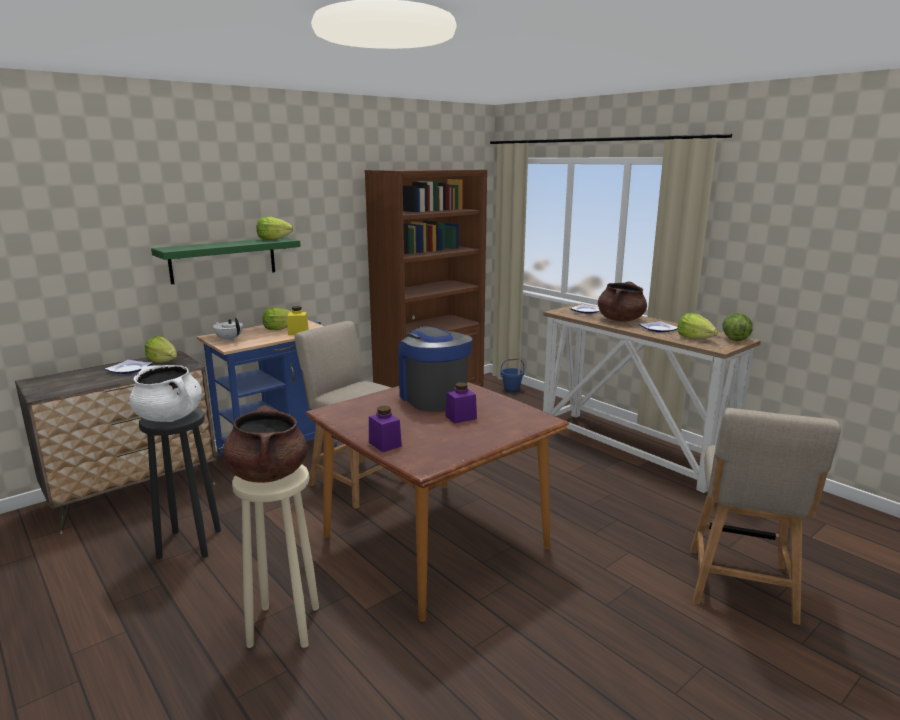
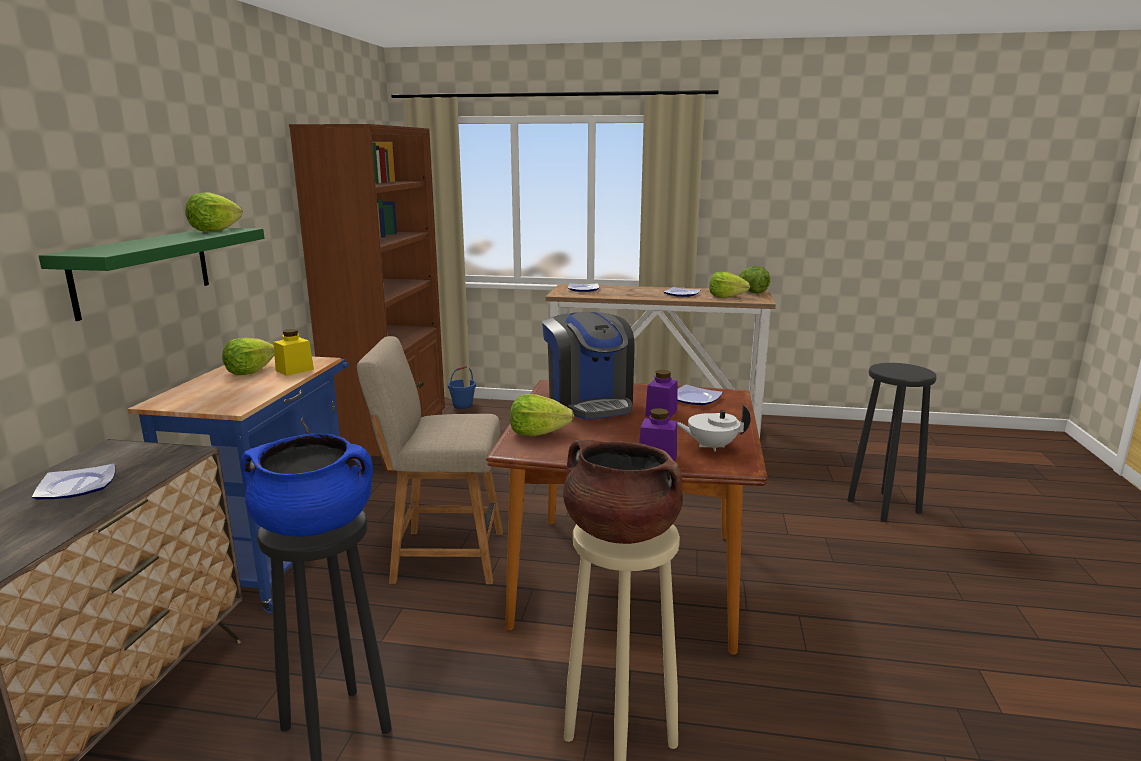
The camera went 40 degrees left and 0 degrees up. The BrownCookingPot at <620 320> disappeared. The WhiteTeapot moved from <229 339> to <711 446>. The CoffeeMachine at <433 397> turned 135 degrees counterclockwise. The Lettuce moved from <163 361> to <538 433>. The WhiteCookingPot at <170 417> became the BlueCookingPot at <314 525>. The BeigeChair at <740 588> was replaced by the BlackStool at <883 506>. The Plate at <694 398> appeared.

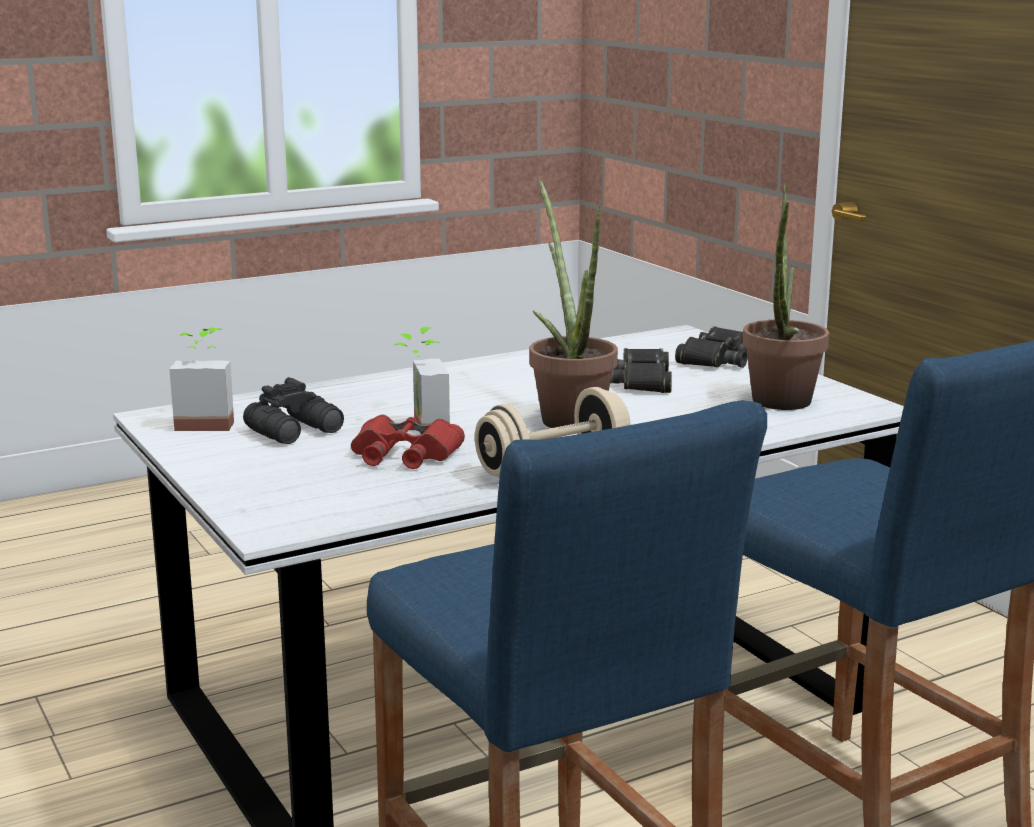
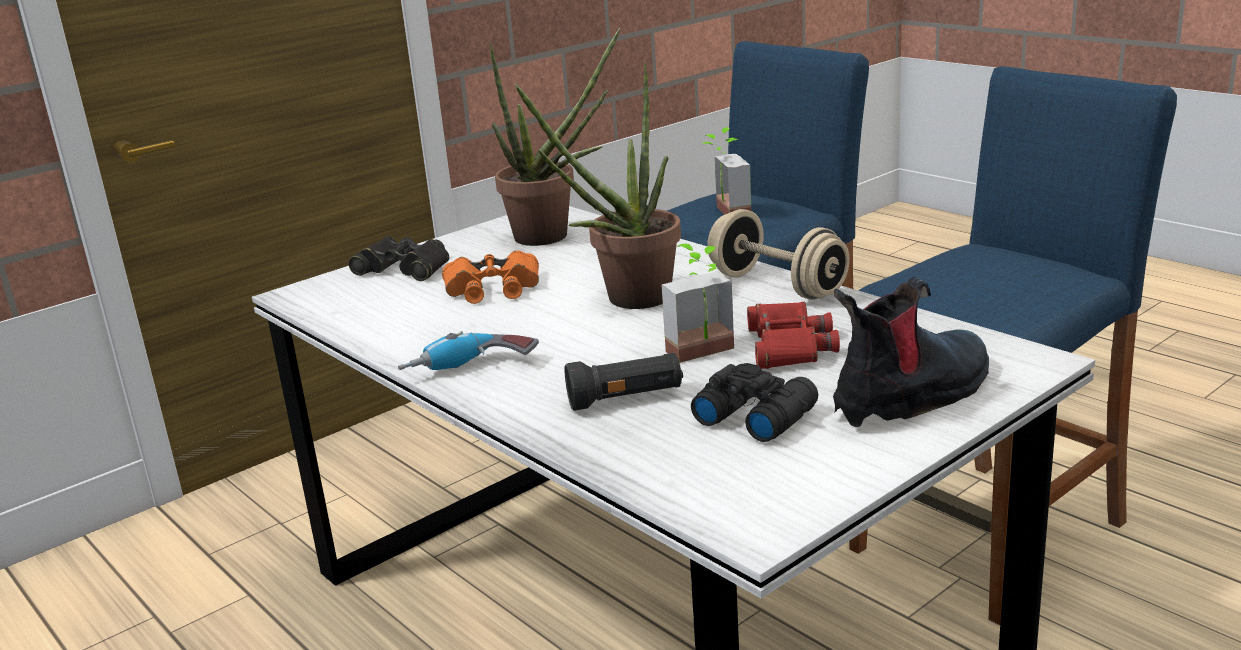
The camera went 100 degrees left and 5 degrees up. The PottedPlant moved from <206 422> to <724 213>. The BlackBinoculars at <640 381> became the OrangeBinoculars at <493 288>. The Boot at <914 395> appeared. The PowerDrill at <471 369> appeared. The BlackFlashlight at <626 399> appeared.

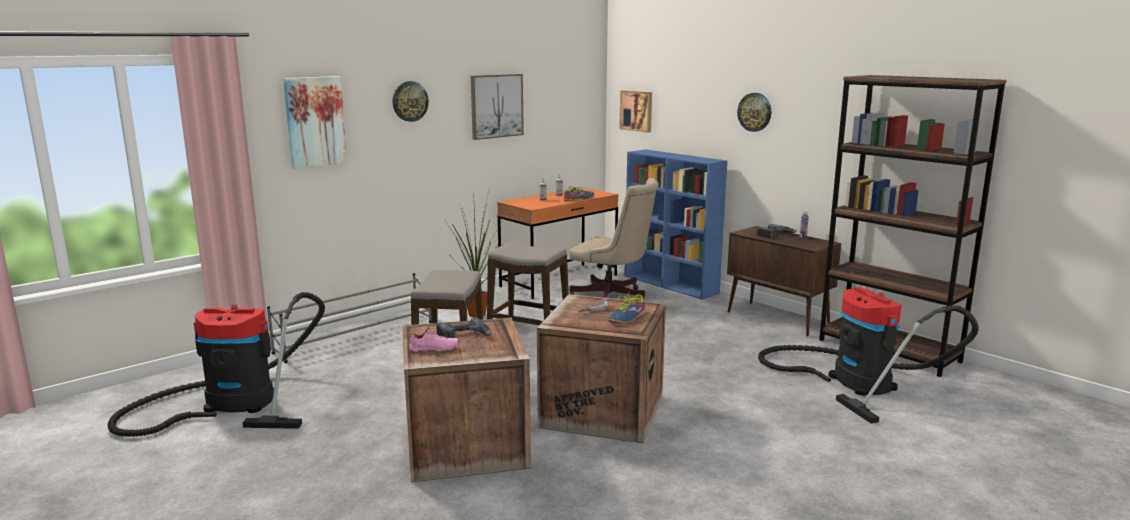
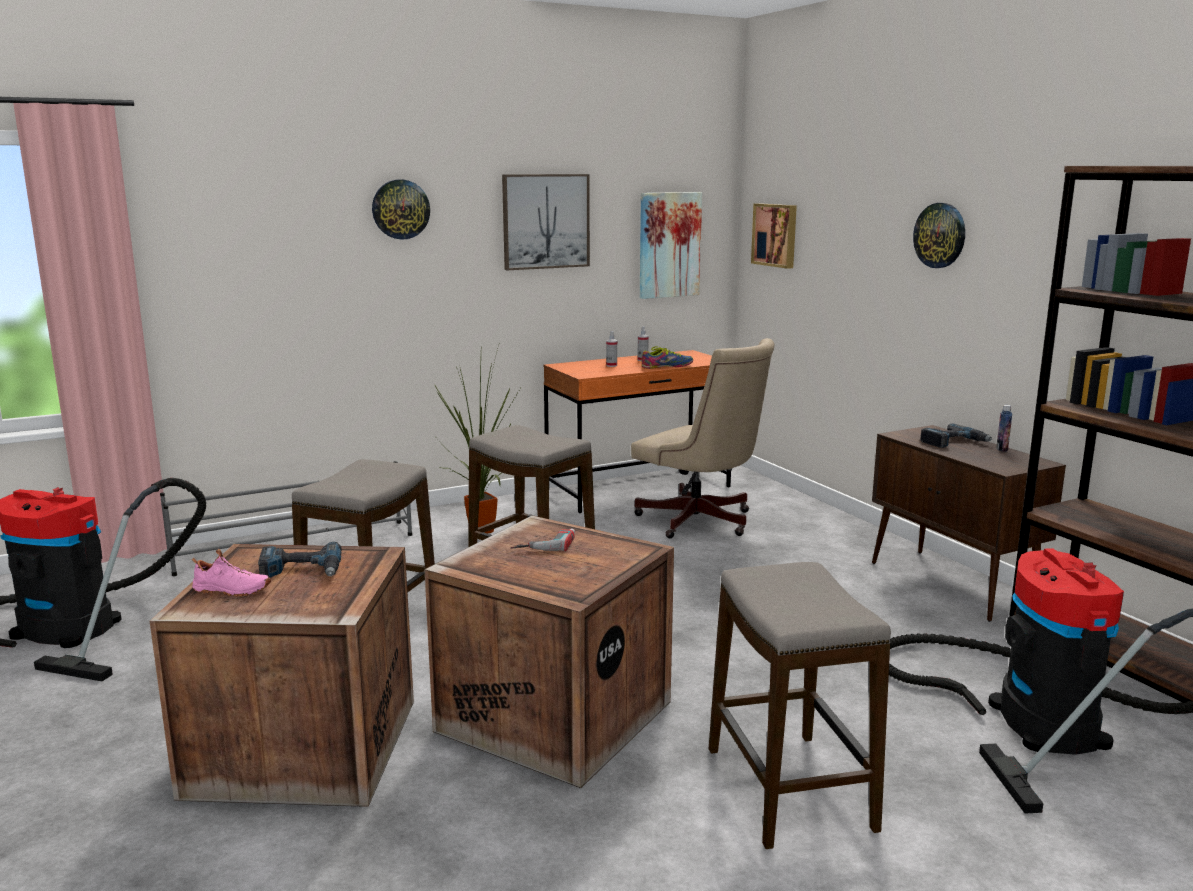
The camera went 15 degrees right and 0 degrees up. The Picture moved from <315 121> to <669 245>. The BlueBookcase at <671 284> disappeared. The Shoe at <627 318> disappeared. The Stool at <789 789> appeared.

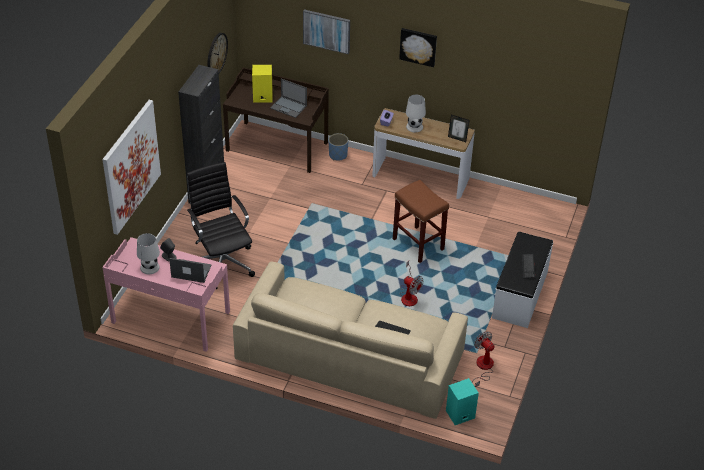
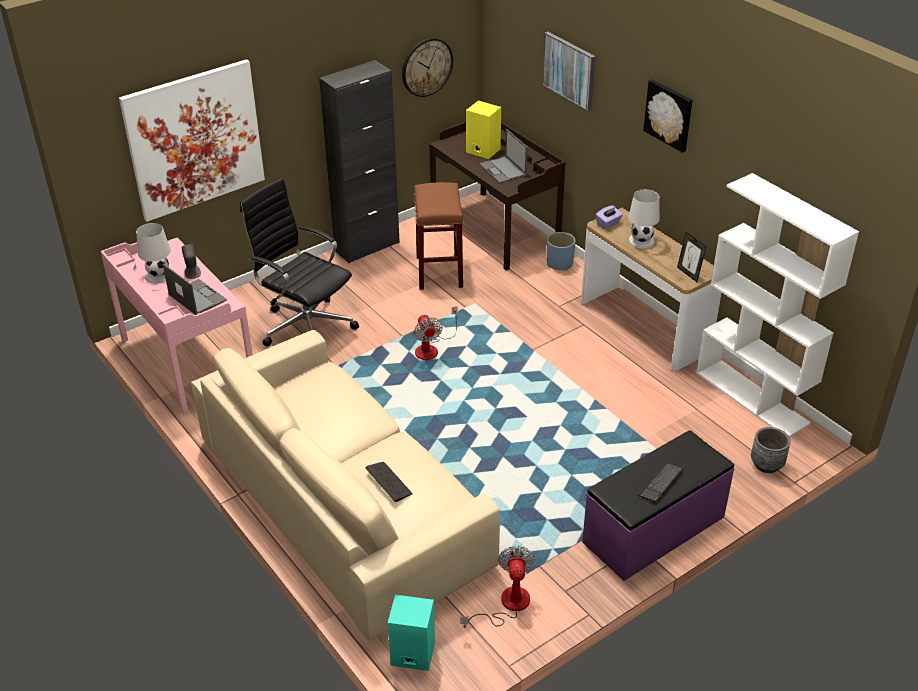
The camera went 35 degrees right and 5 degrees down. The BlackOfficeChair at <222 262> turned 60 degrees counterclockwise. The BrownStool moved from <417 244> to <439 271>. The WhiteBench at <520 294> became the PurpleBench at <654 530>. The Fan moved from <409 295> to <431 348>. The WhiteBookcase at <752 398> appeared. The GreyPlanter at <766 465> appeared.

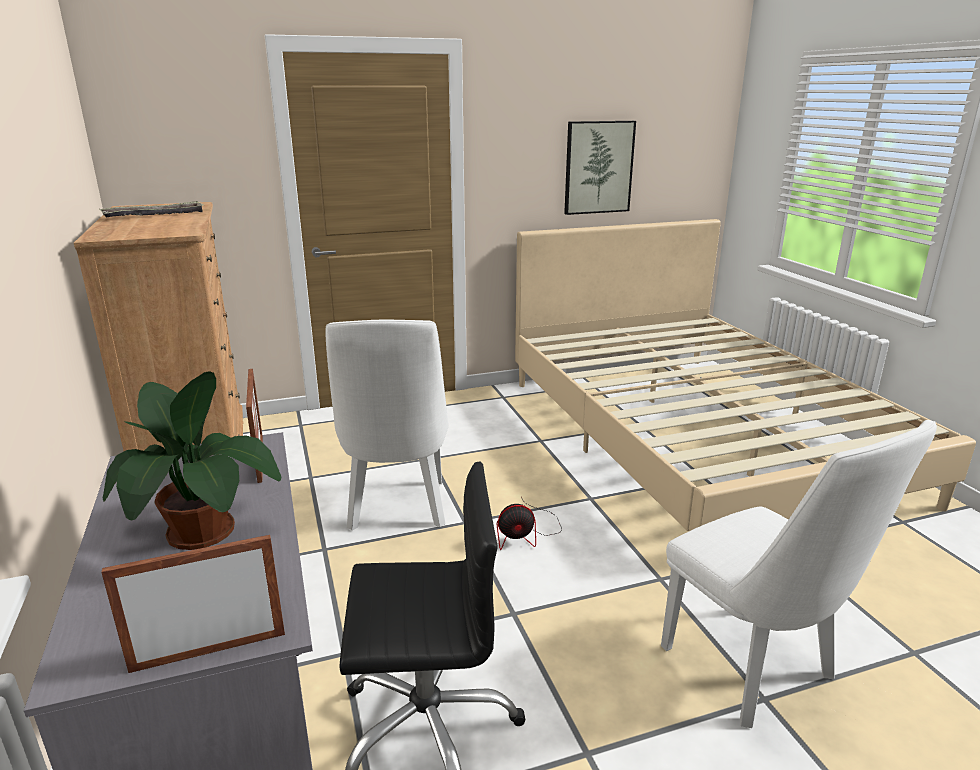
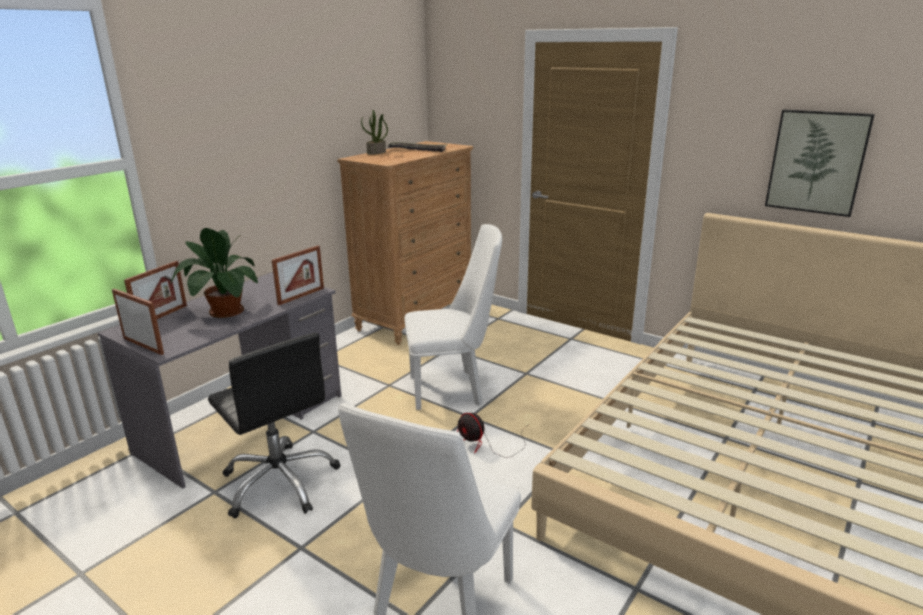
The camera went 55 degrees right and 0 degrees up. The WhiteChair at <398 510> turned 150 degrees counterclockwise. The PottedPlant at <376 152> appeared. The PictureFrame at <162 316> appeared.

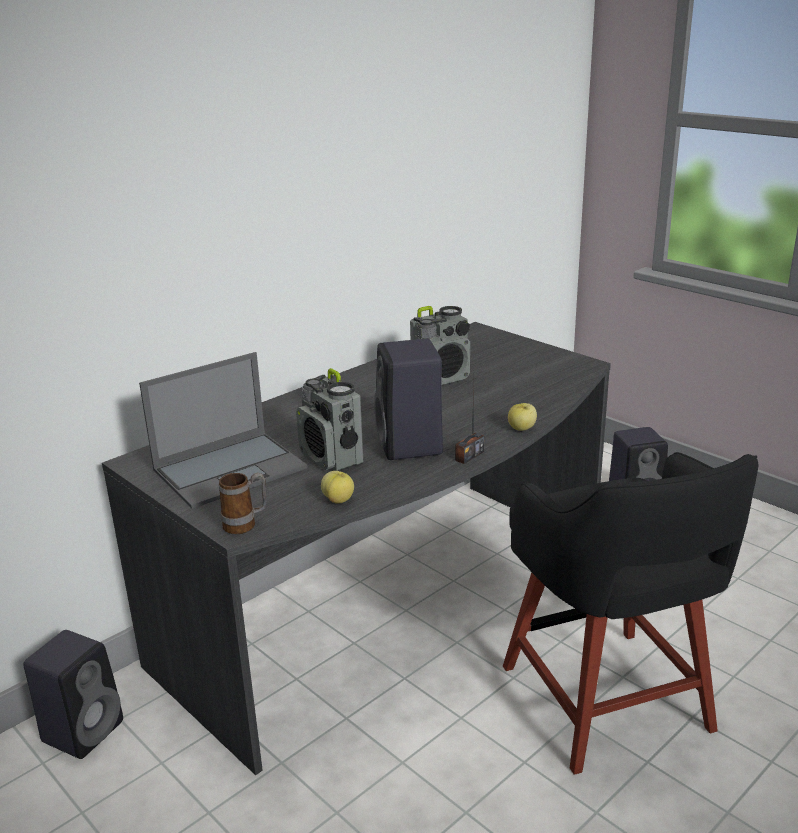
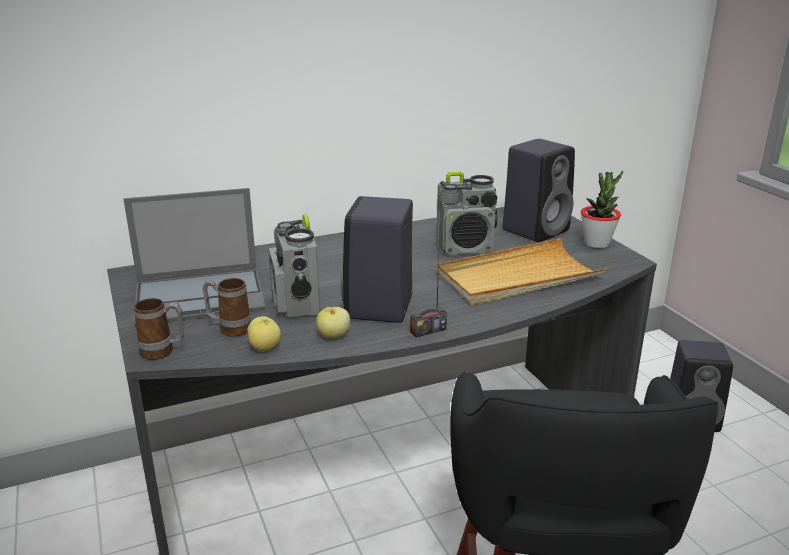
The camera went 20 degrees right and 0 degrees up. The Apple moved from <521 429> to <333 336>. The BlackSpeaker moved from <84 729> to <536 229>. The PottedPlant at <597 243> appeared. The BeigeTray at <518 277> appeared. The Mug at <229 329> appeared.

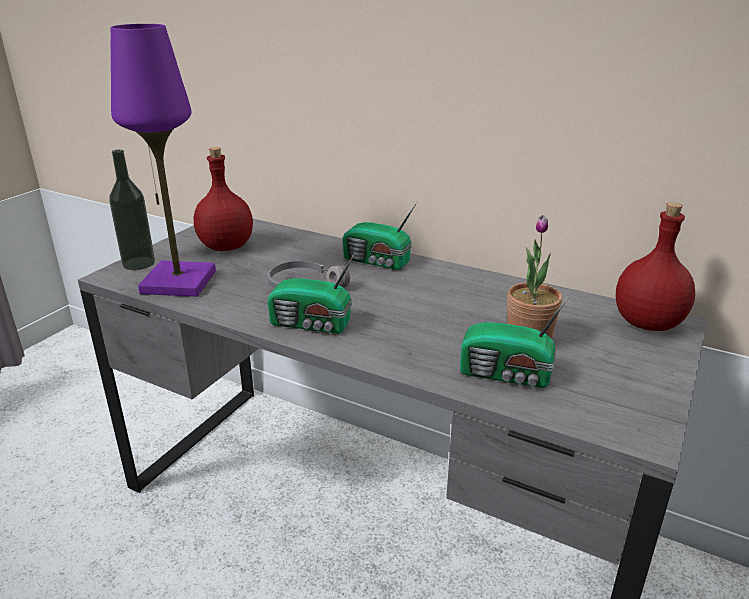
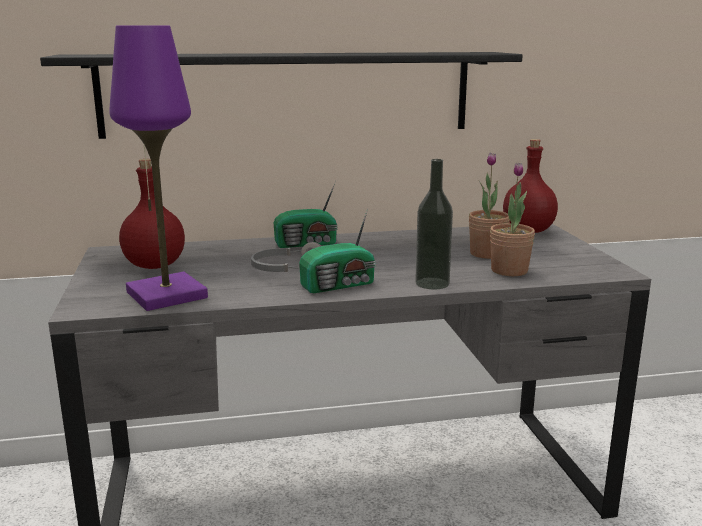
The camera went 40 degrees left and 10 degrees down. The Bottle moved from <139 263> to <432 283>. The Radio at <507 375> was replaced by the PottedPlant at <509 271>. The BlackShelf at <288 93> appeared.

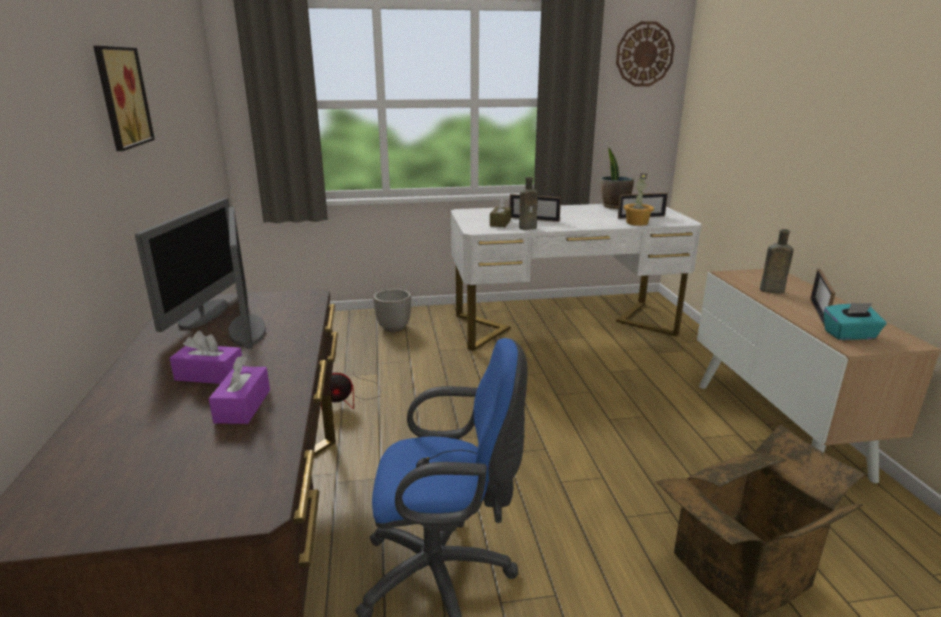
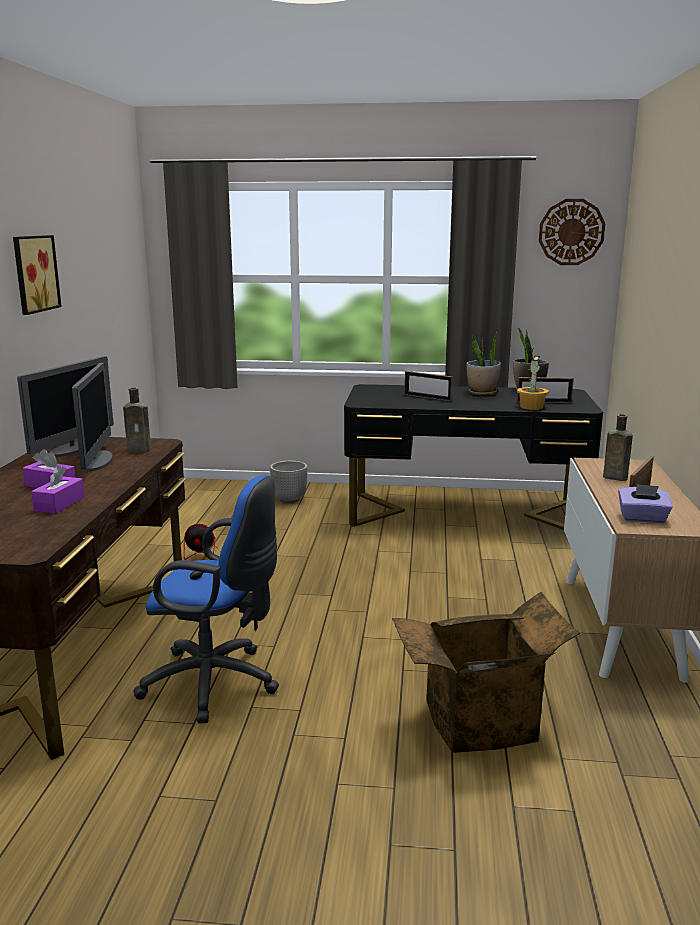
The camera went 15 degrees right and 5 degrees down. The BrownBottle moved from <529 228> to <141 450>. The BrownTissueBox at <500 223> disappeared. The WhiteDesk at <563 325> became the BlackDesk at <464 513>. The TurquoiseTissueBox at <850 335> became the PurpleTissueBox at <642 518>. The PottedPlant at <482 393> appeared.

